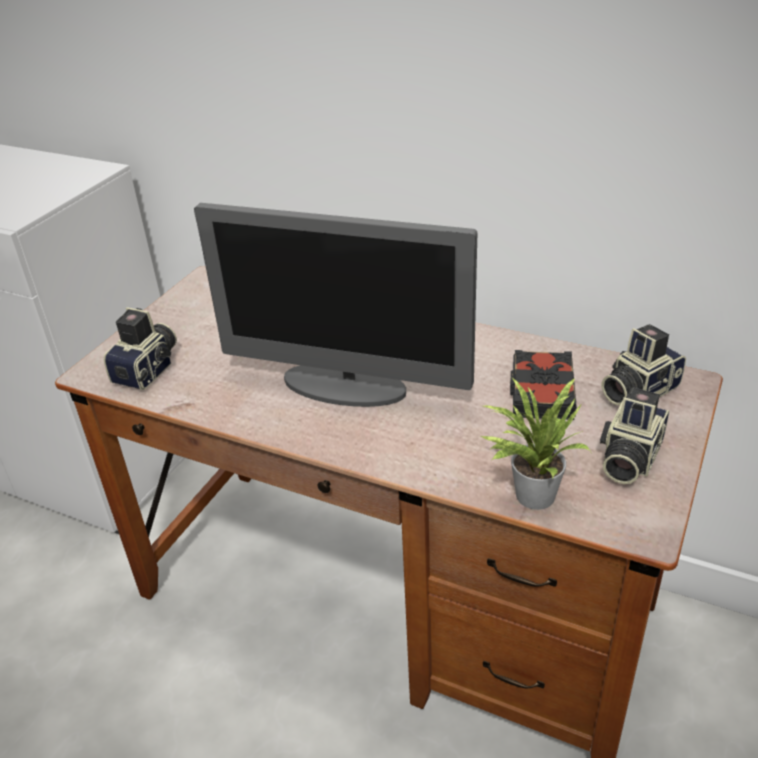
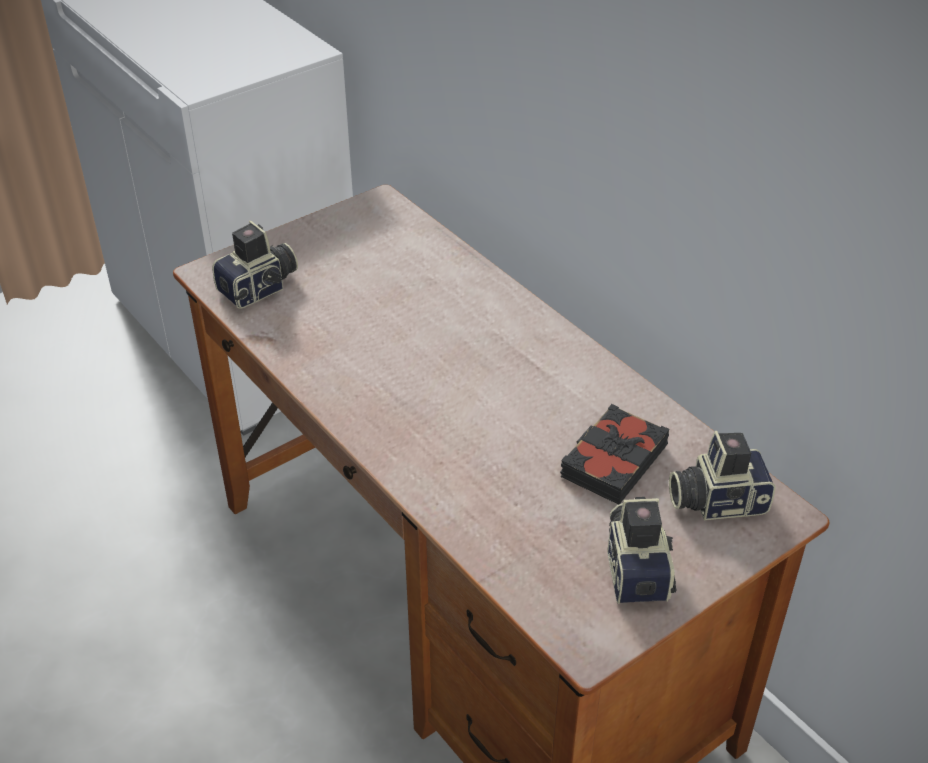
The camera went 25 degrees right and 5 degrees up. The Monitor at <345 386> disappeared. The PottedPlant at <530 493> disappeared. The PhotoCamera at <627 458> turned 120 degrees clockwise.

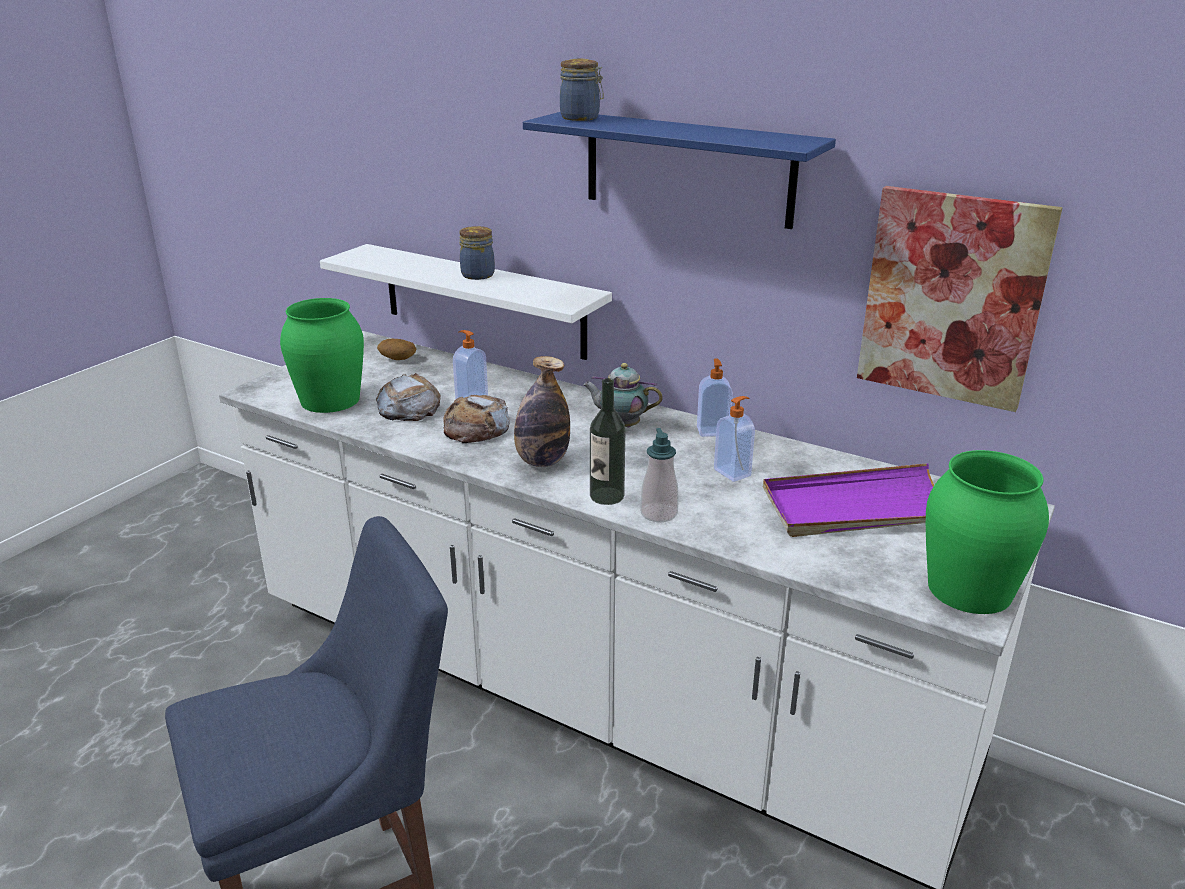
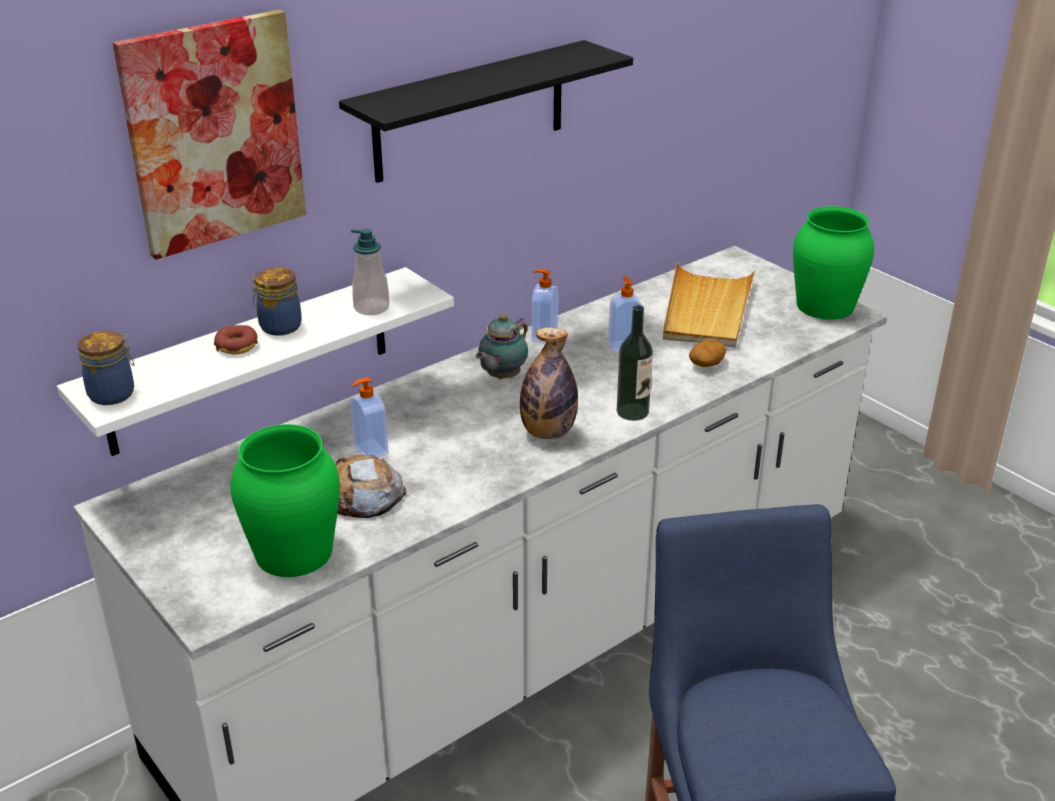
The camera went 70 degrees left and 5 degrees up. The Jar moved from <581 118> to <114 393>. The BlueShelf at <688 169> became the BlackShelf at <470 111>. The Picture moved from <952 298> to <214 133>. The Potato moved from <397 358> to <706 364>. The Bread at <476 428> disappeared. The SoapDispenser moved from <659 513> to <371 308>. The PurpleTray at <860 508> became the BeigeTray at <706 310>. The Donut at <237 346> appeared.

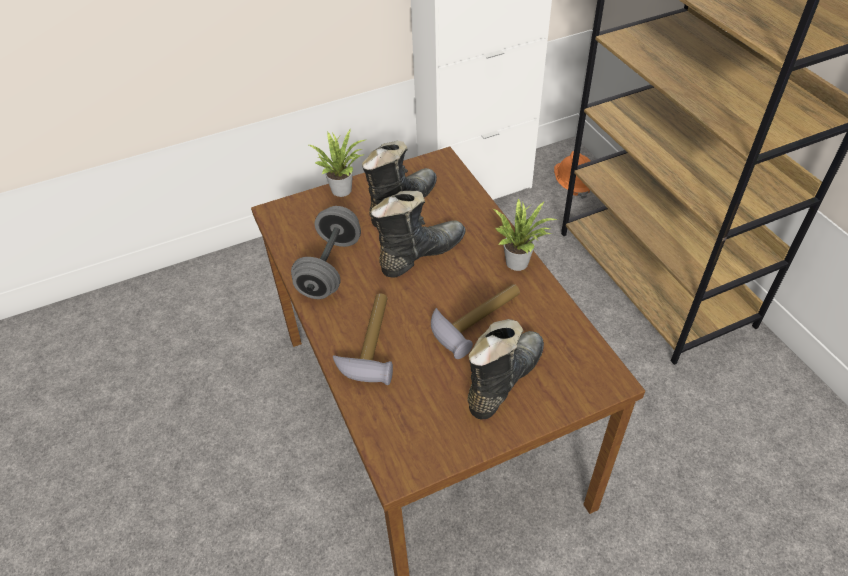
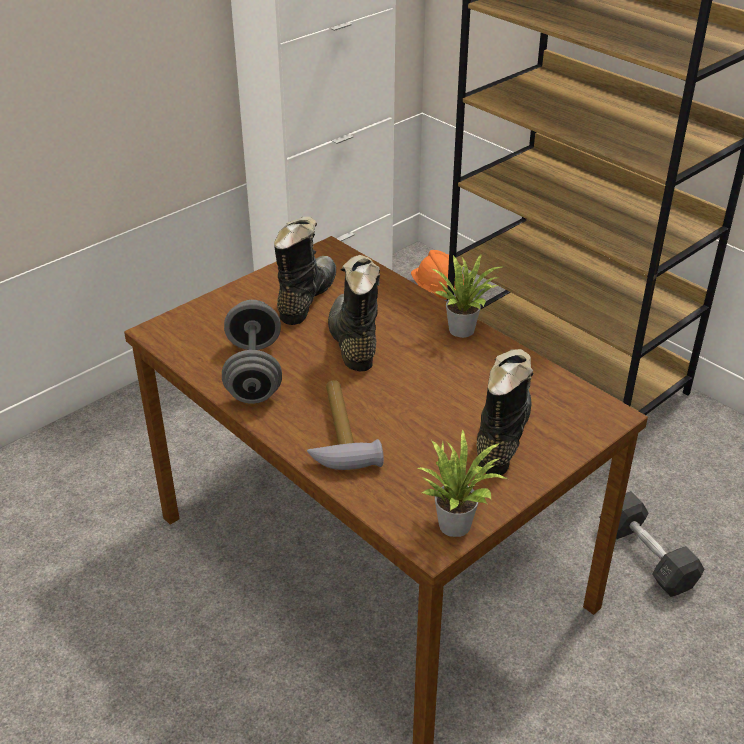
The camera went 20 degrees left and 10 degrees down. The PottedPlant moved from <343 188> to <456 522>. The BlackBoot at <420 254> turned 45 degrees counterclockwise. The Hammer at <475 319> disappeared. The GreyDumbbell at <646 556> appeared.

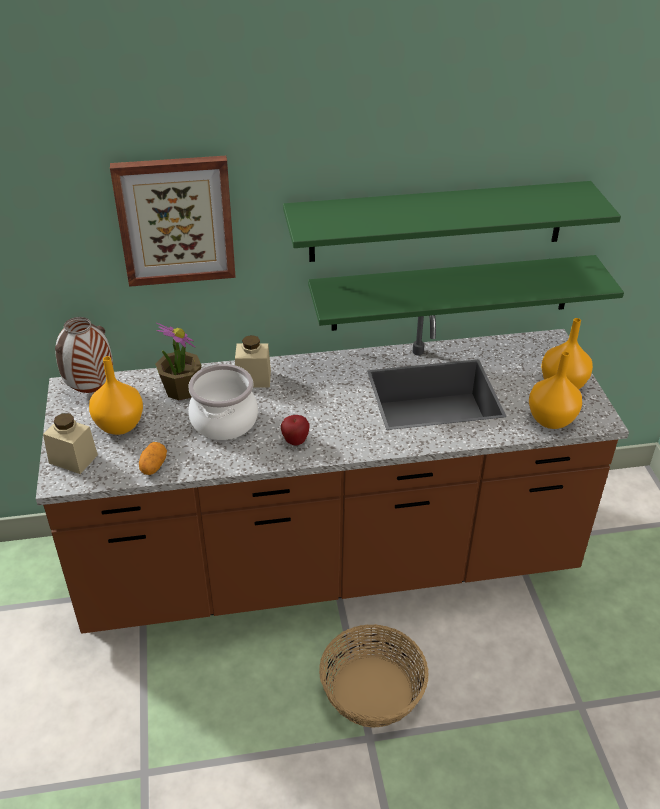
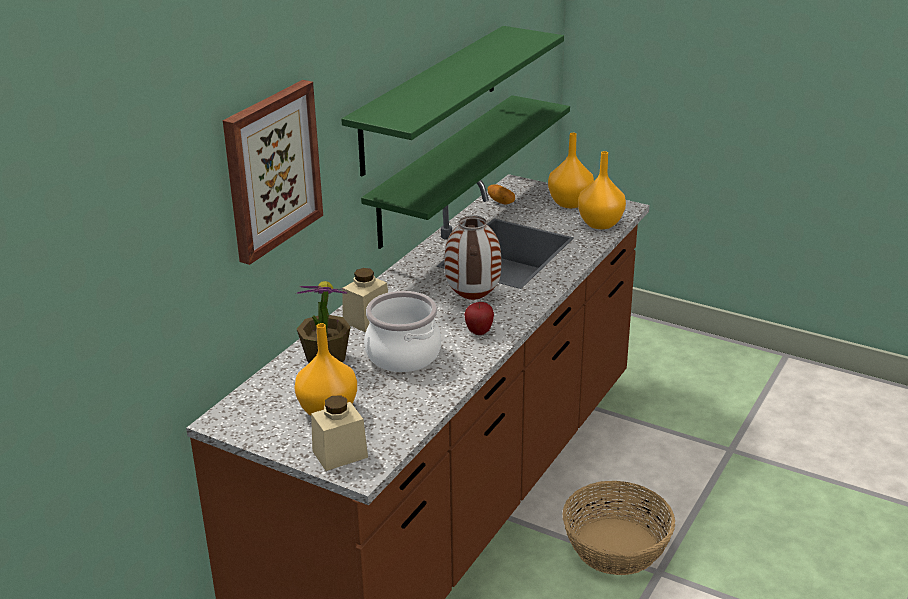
The camera went 50 degrees left and 10 degrees down. The Vase moved from <91 391> to <473 299>. The Potato moved from <153 466> to <501 202>.

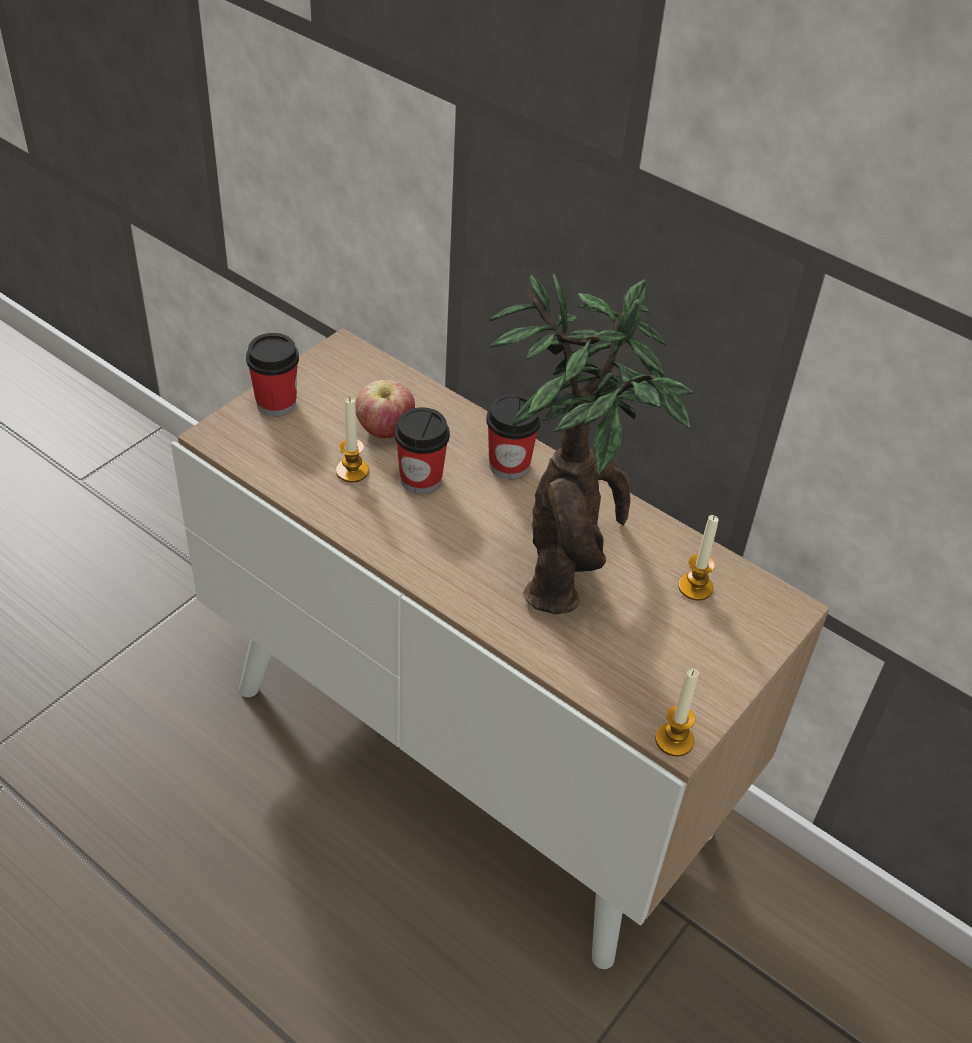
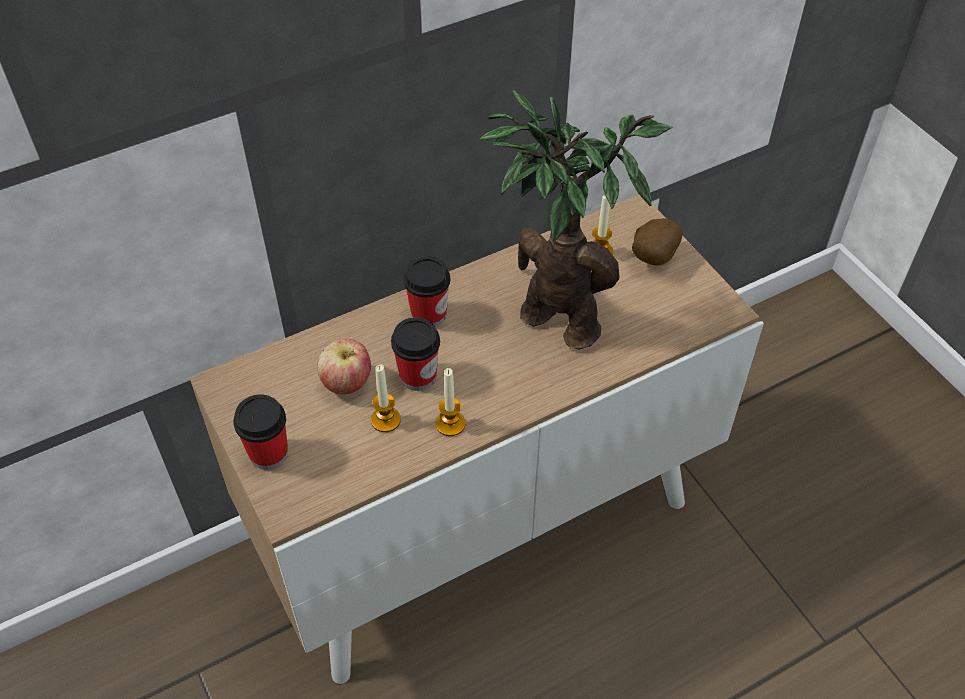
The camera went 65 degrees left and 5 degrees up. The Candle moved from <674 740> to <450 424>. The Potato at <651 258> appeared.

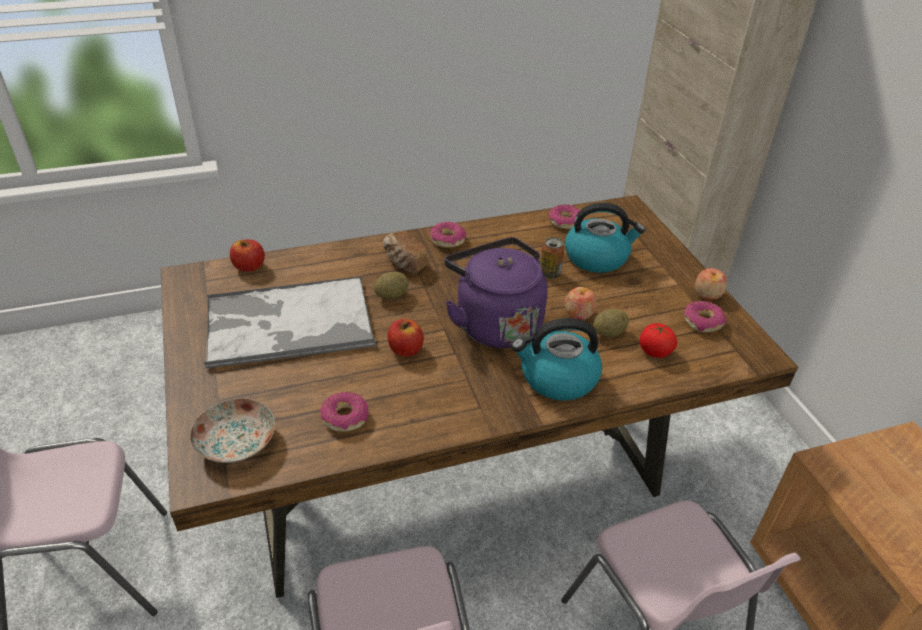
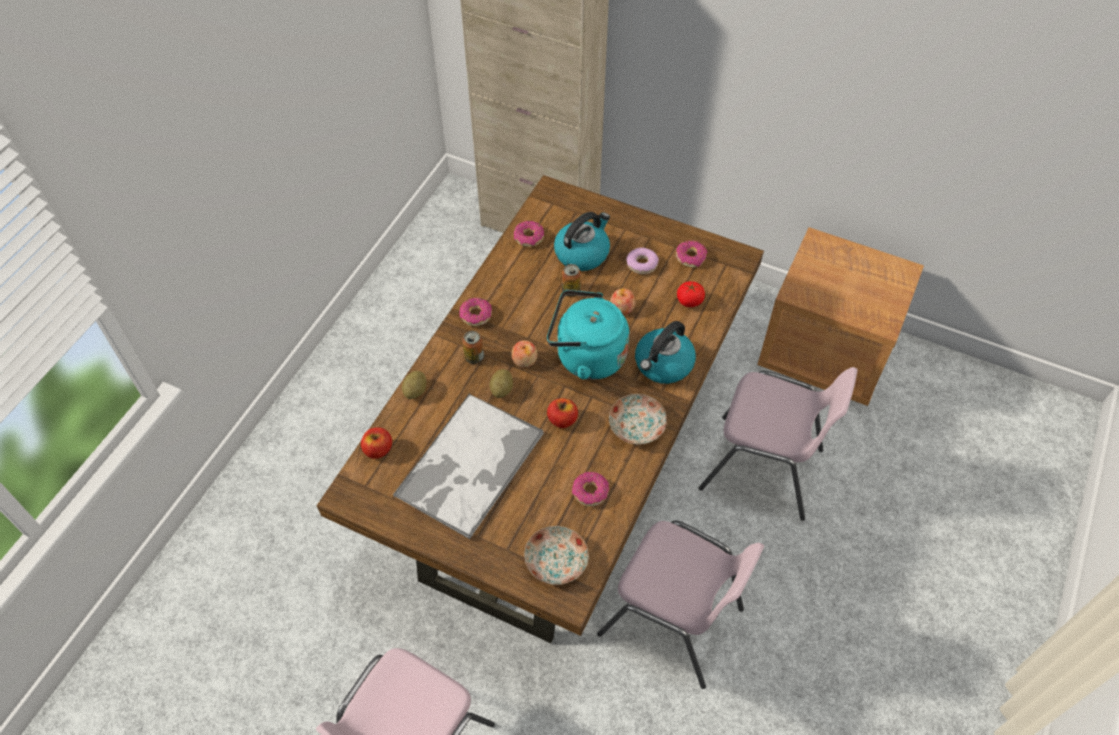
The camera went 45 degrees left and 15 degrees up. The Bread at <404 262> was replaced by the Can at <474 357>. The PurpleKettle at <494 323> became the TurquoiseKettle at <586 356>. The Apple moved from <707 294> to <524 360>. The Potato moved from <608 333> to <415 391>. The Donut at <642 264> appeared. The Plate at <637 427> appeared.

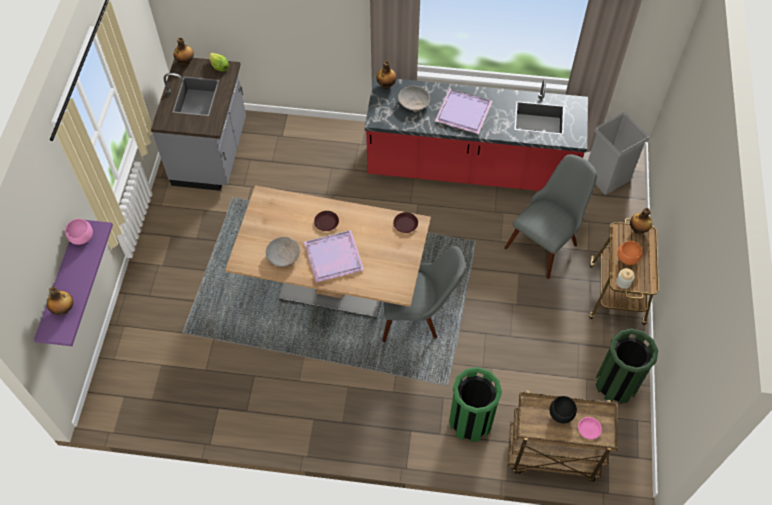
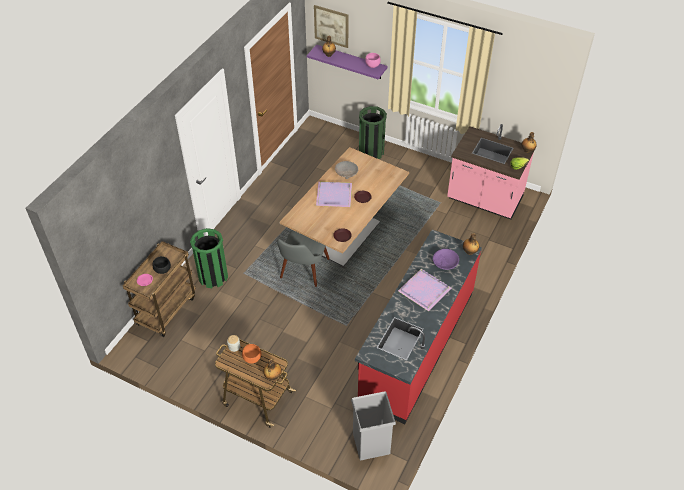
The camera went 110 degrees right and 10 degrees down. The GreyCounter at <211 153> became the PinkCounter at <484 199>. The BeigeBowl at <413 103> became the PurpleBowl at <445 263>. The GreyChair at <546 240> disappeared. The GreenTrashCan moved from <616 384> to <371 152>. The Picture at <331 26> appeared.

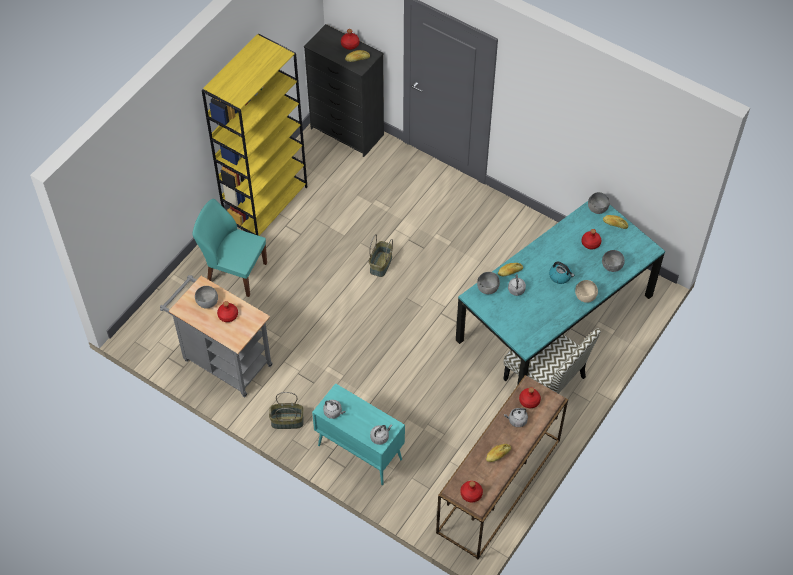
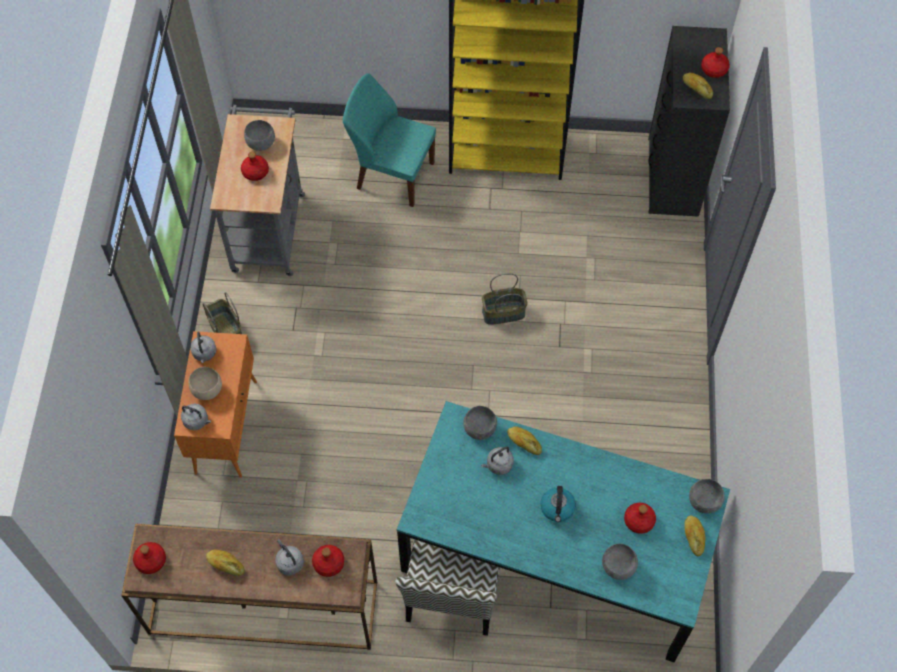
The camera went 60 degrees right and 5 degrees up. The TurquoiseChair at <235 272> turned 60 degrees counterclockwise. The BeigeBowl moved from <585 297> to <206 390>. The TurquoiseCabinet at <359 452> became the OrangeCabinet at <226 426>.

